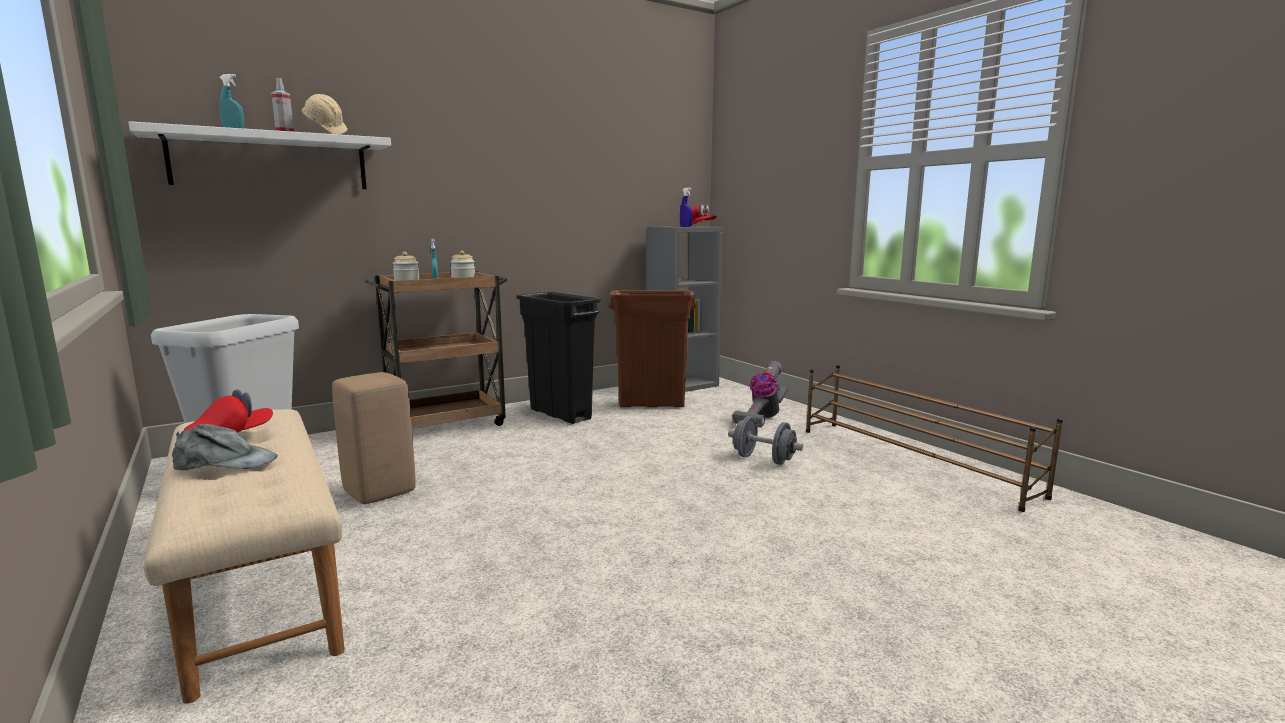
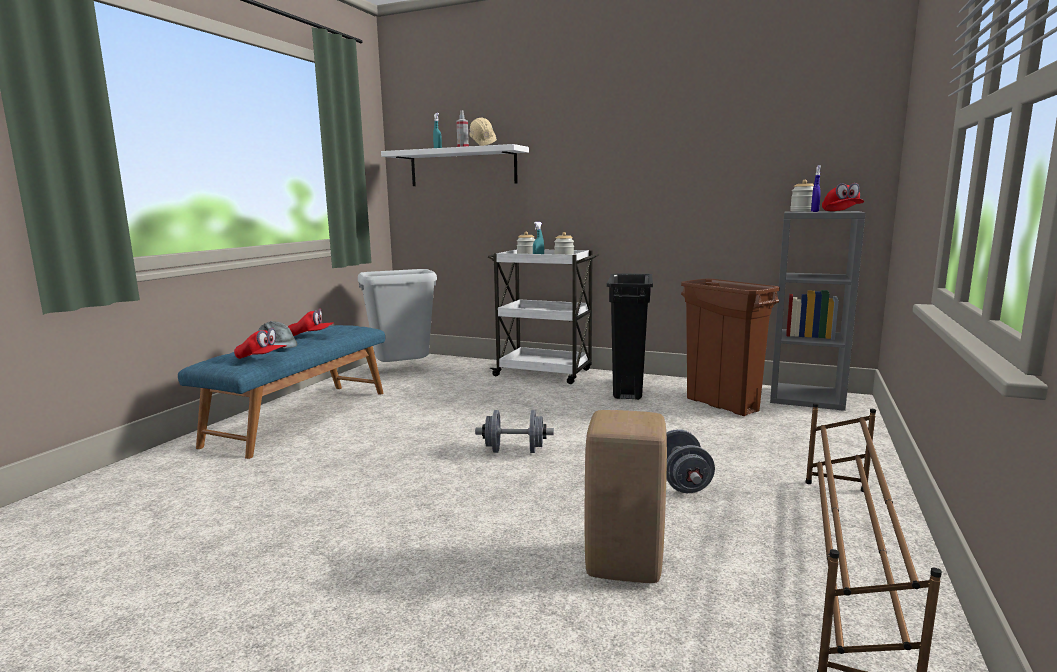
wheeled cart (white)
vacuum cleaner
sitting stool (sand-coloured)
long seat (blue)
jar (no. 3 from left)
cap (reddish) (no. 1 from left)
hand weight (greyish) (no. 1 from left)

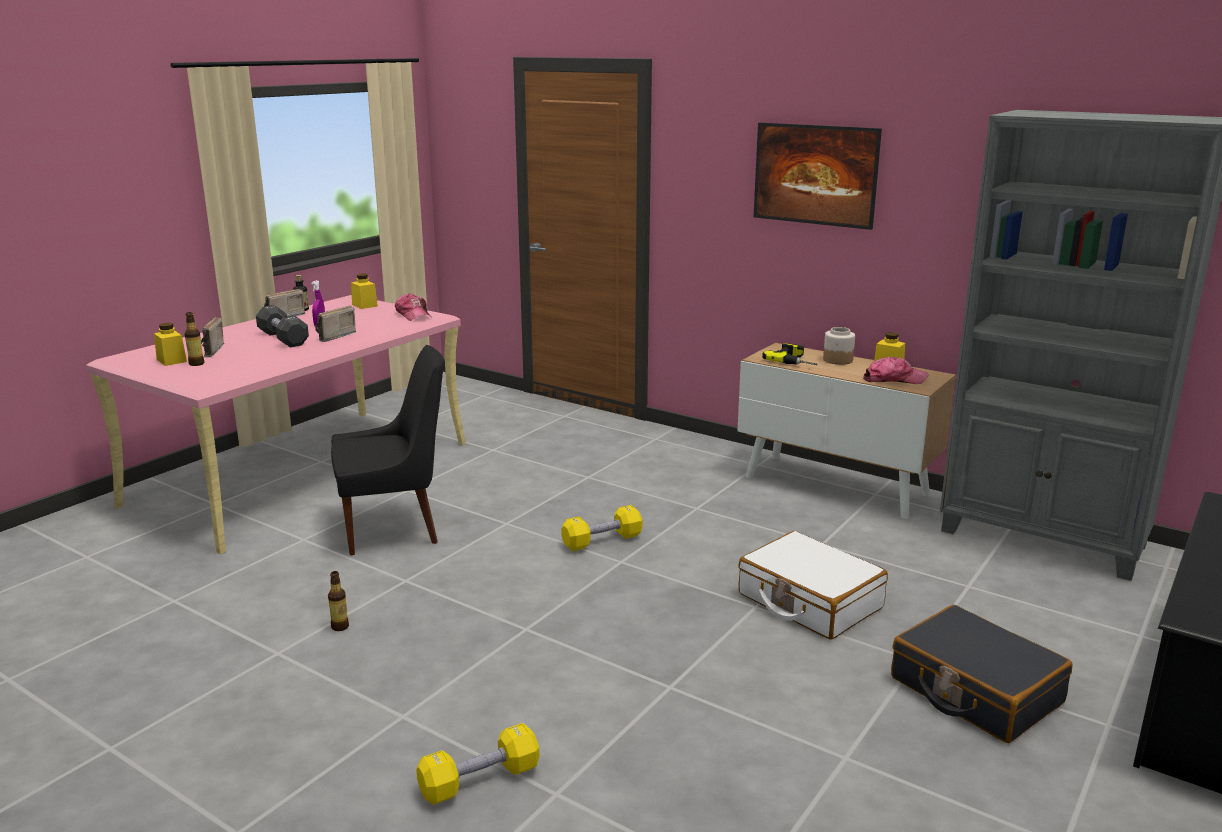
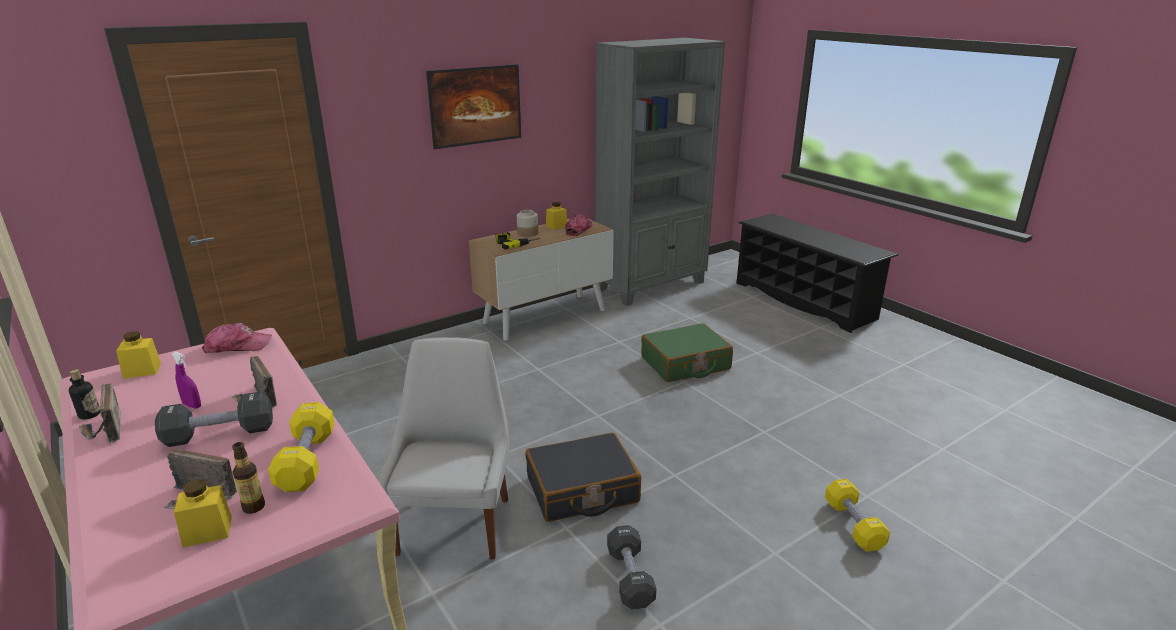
plain chair (white)
hand weight (yellow) (no. 1 from left)
piece of luggage (greenish)
hand weight (black-coloured) (no. 2 from left)
piece of luggage (black-coloured)

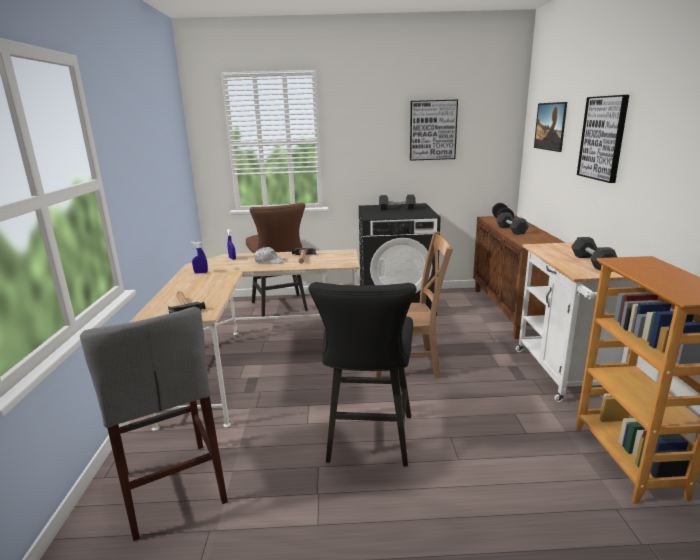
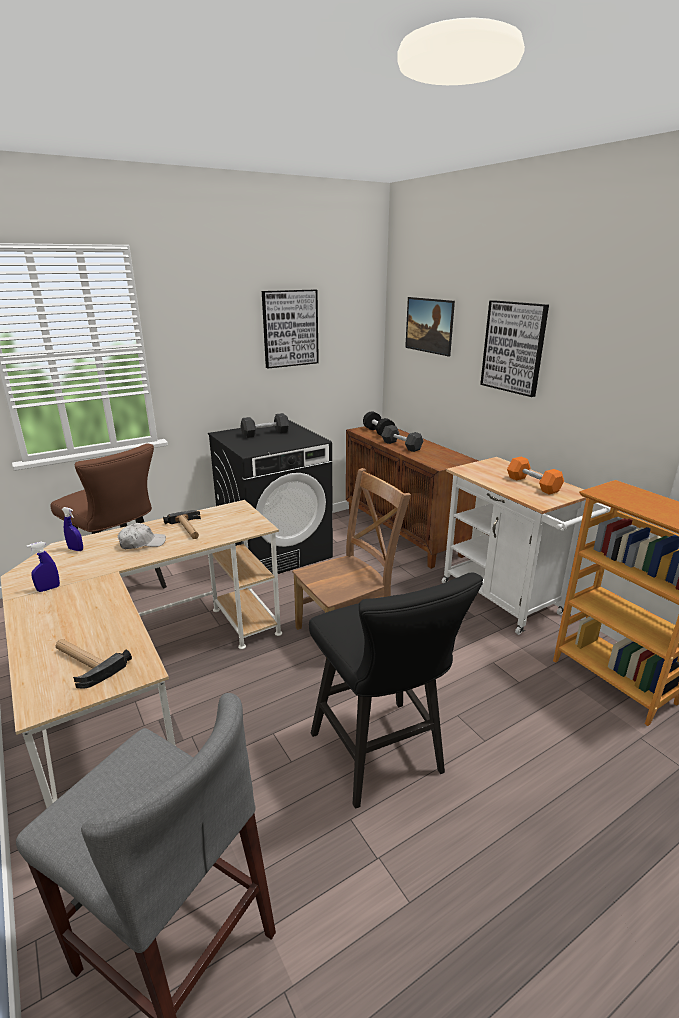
hand weight (orange)

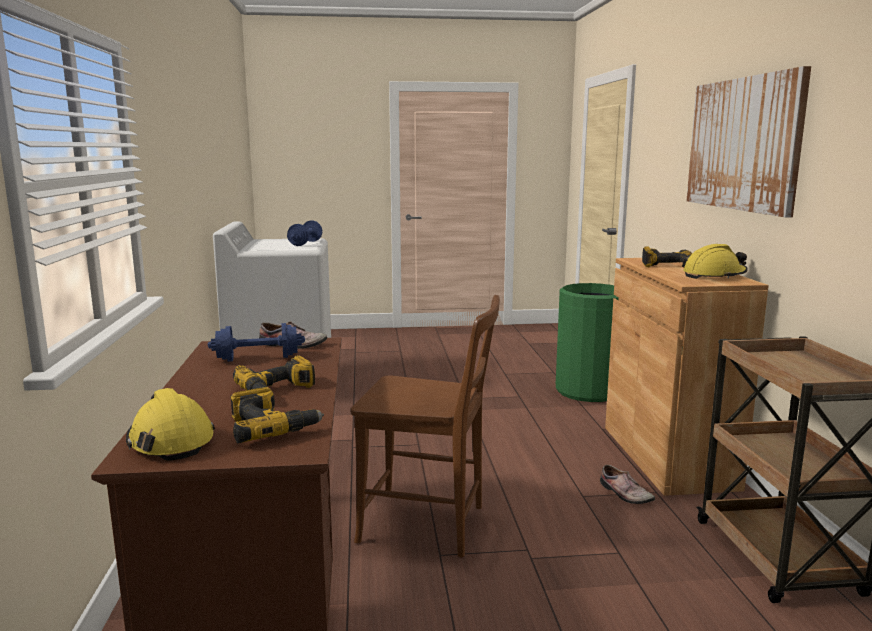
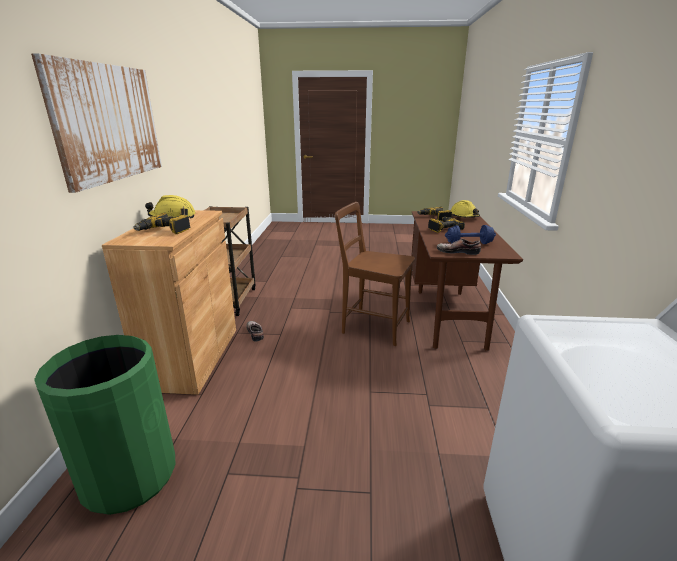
hand weight (blue) (no. 2 from left in the first image)

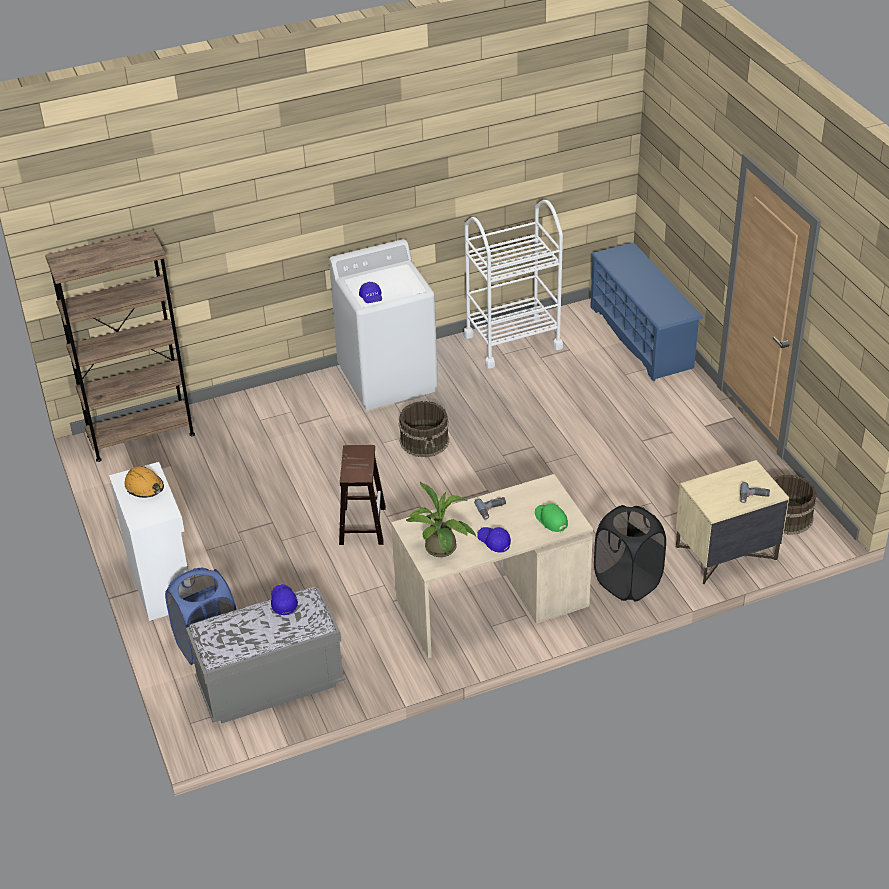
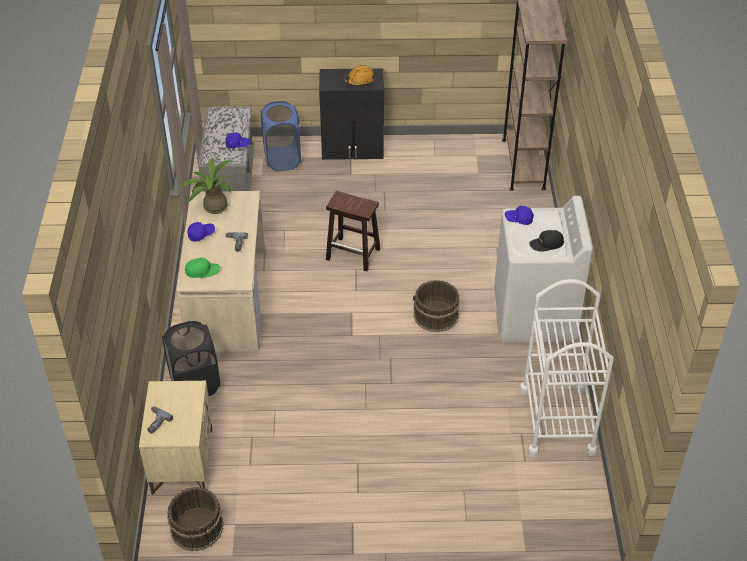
shoe rack (blue)
cupboard (black-coloured)
cap (black-coloured)

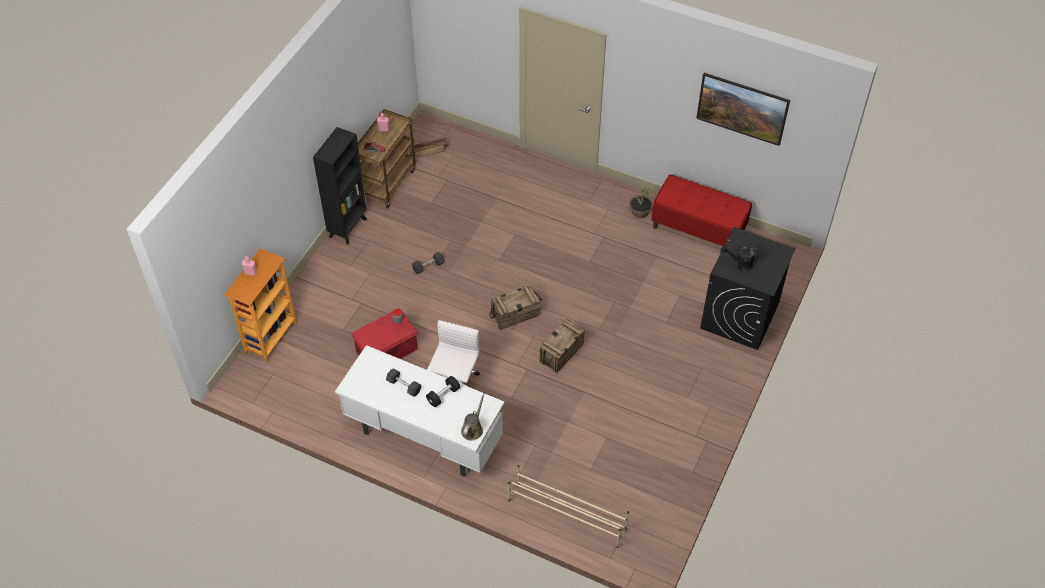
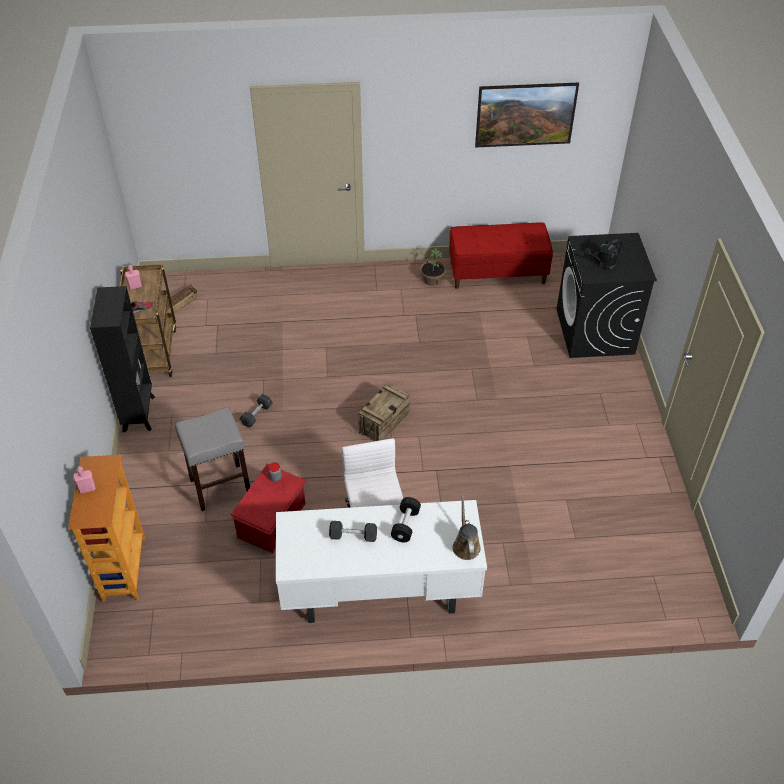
crate (no. 3 from left in the first image)
shoe rack (sand-coloured)
sitting stool (greyish)

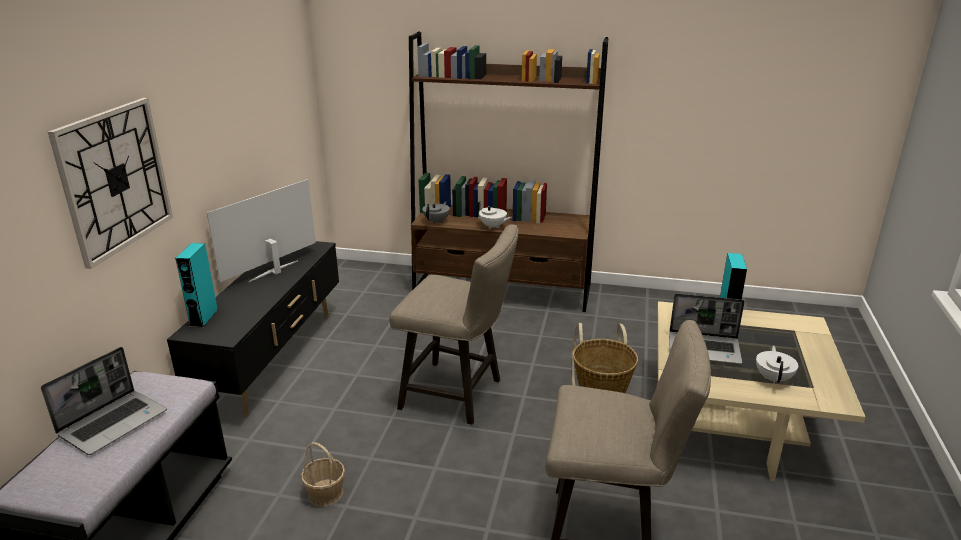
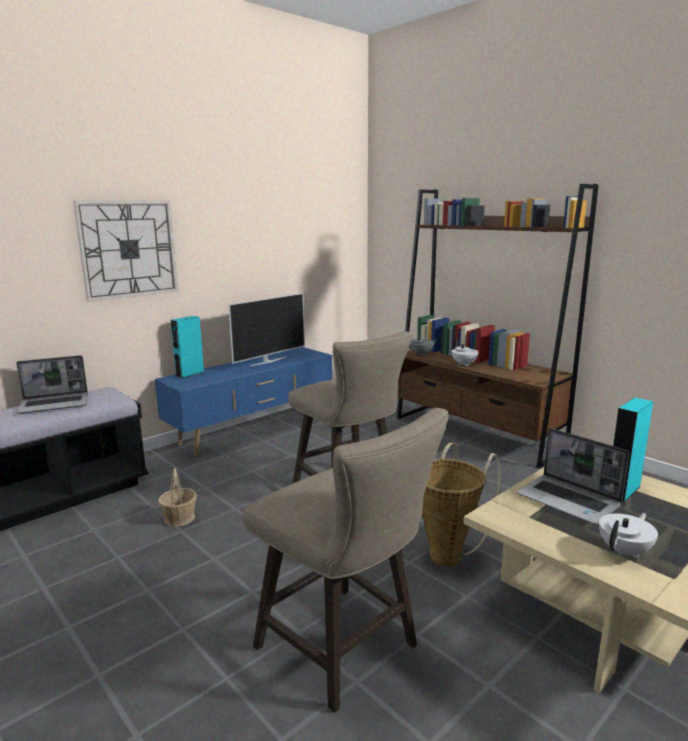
TV set
tv unit (blue)

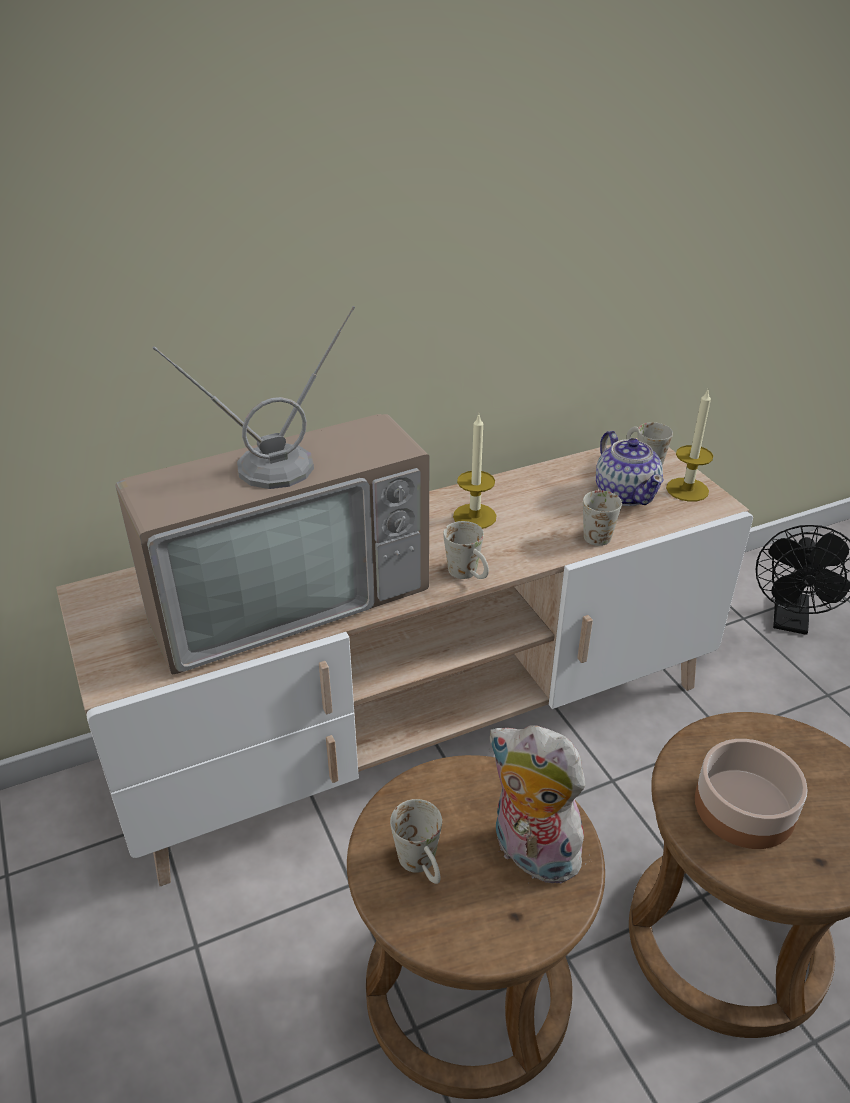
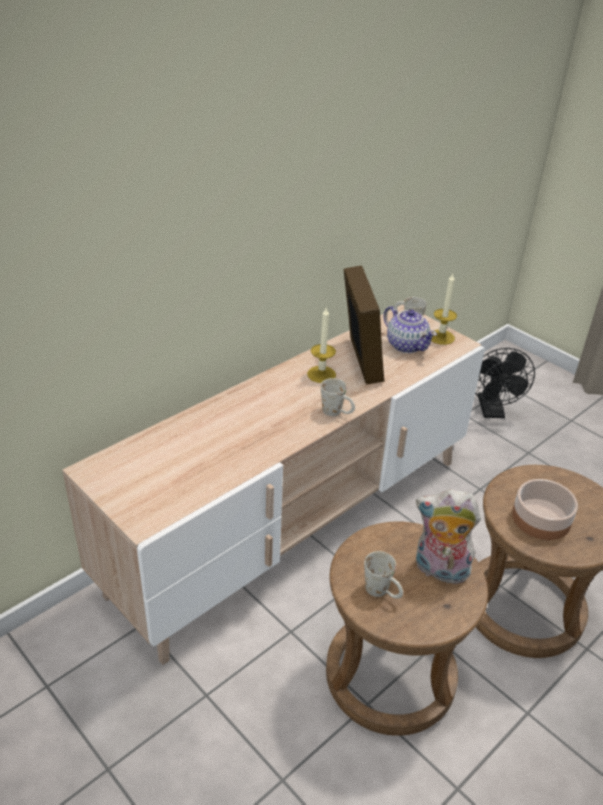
TV set
tea mug (white) (no. 3 from left in the first image)
standing frame

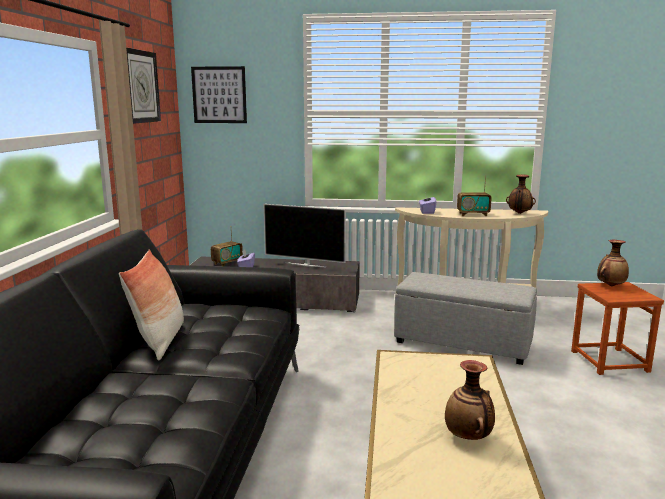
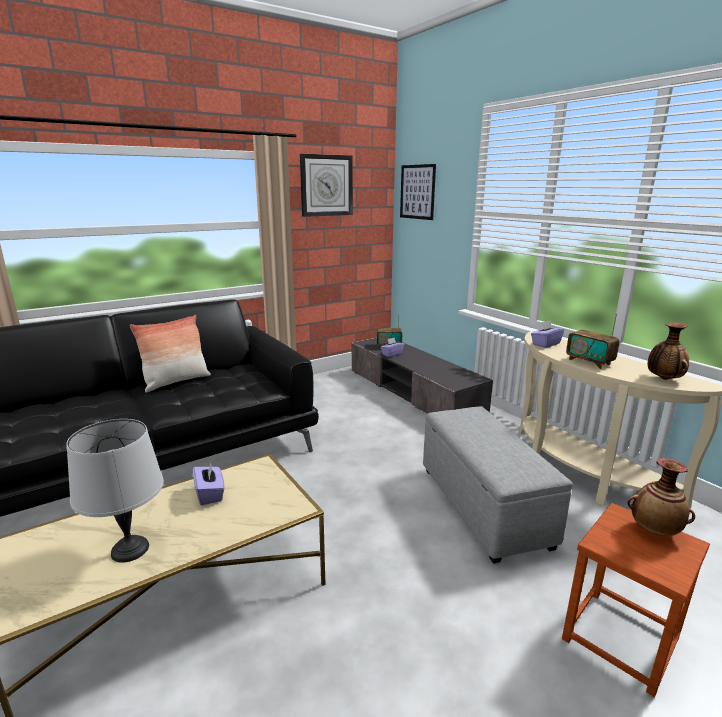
TV set
table lamp (greyish)
tissue box (purplish) (no. 1 from left)

